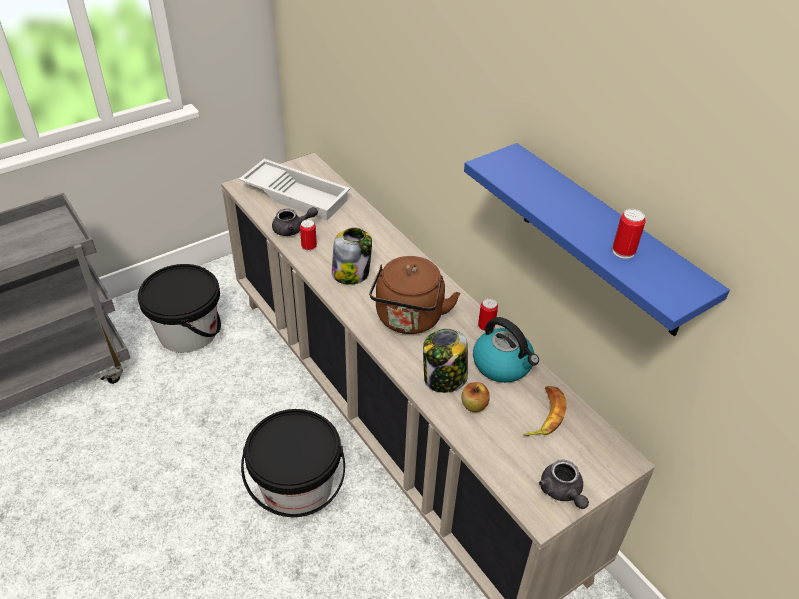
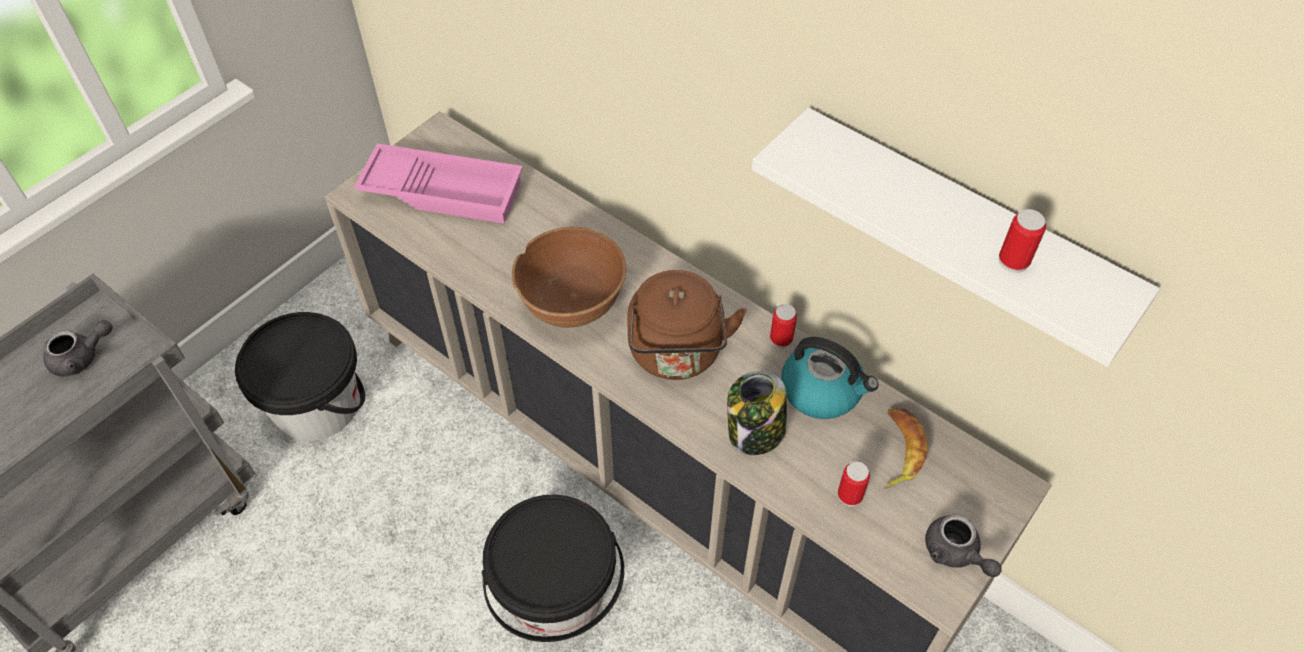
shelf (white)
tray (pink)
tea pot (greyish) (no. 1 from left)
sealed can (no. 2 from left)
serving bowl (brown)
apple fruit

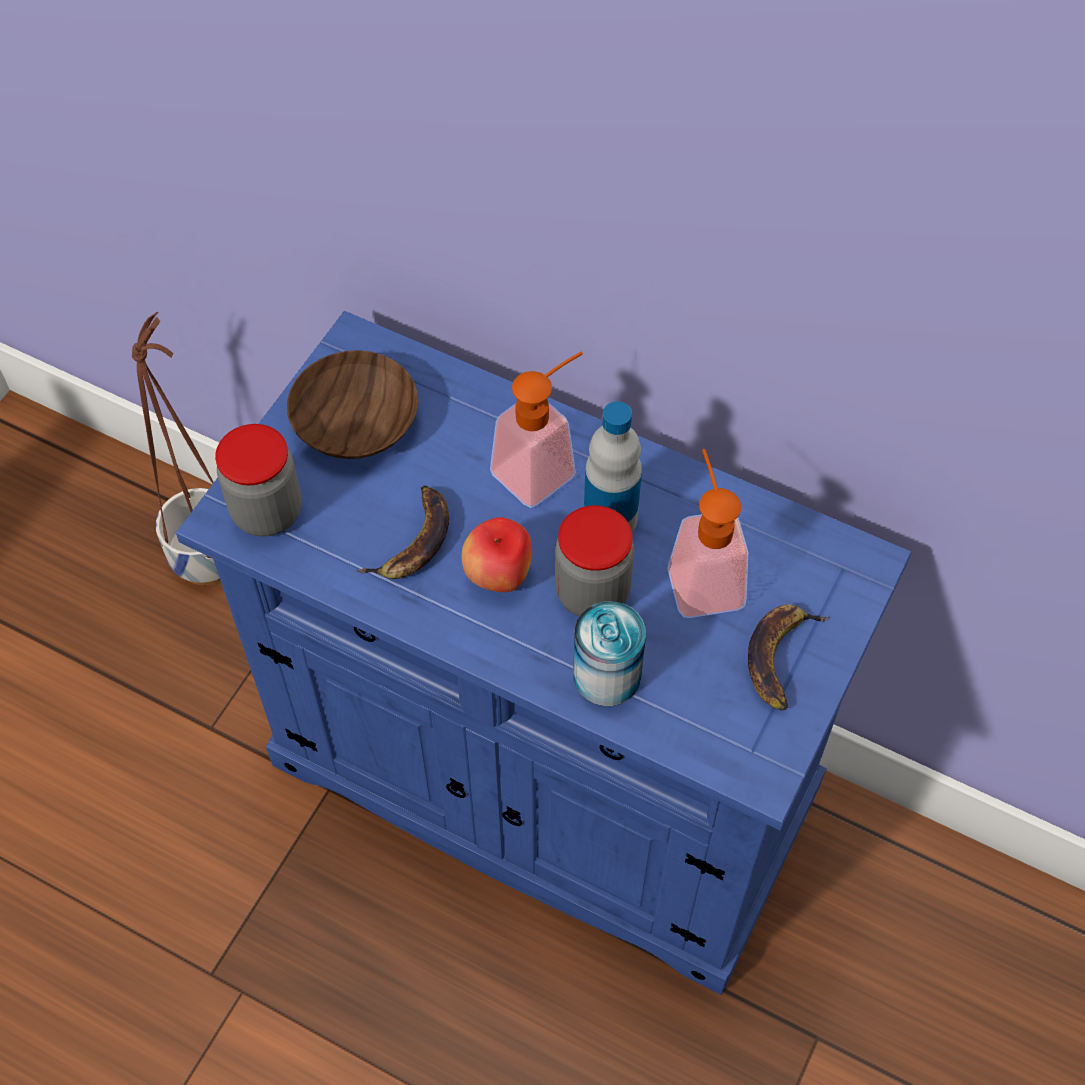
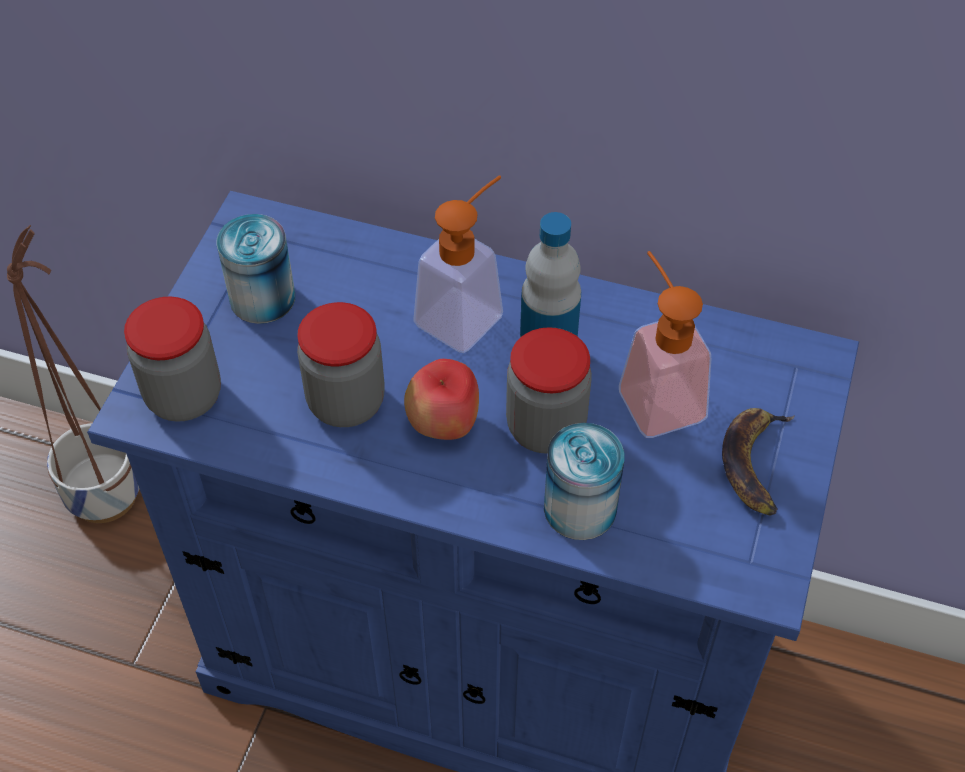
sealed can (no. 1 from left)
jar (no. 2 from left)

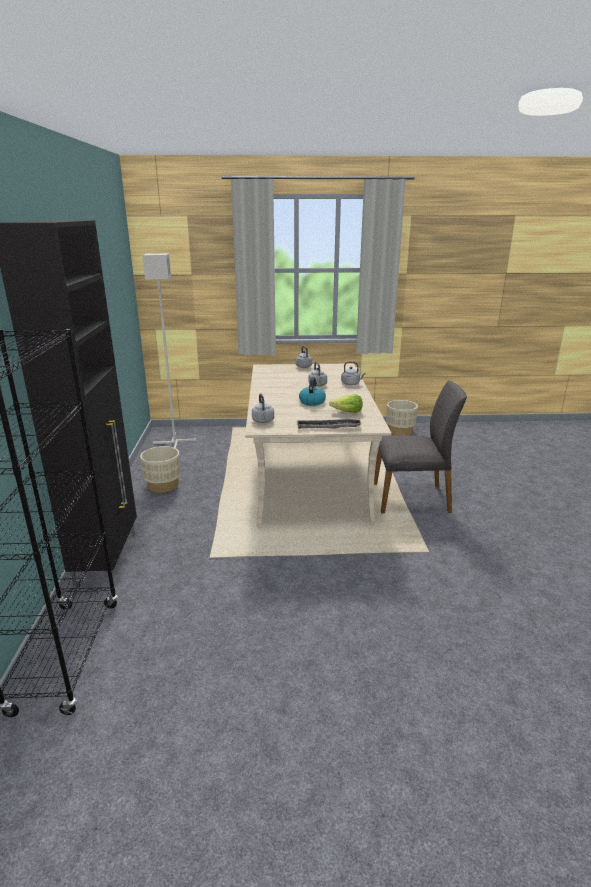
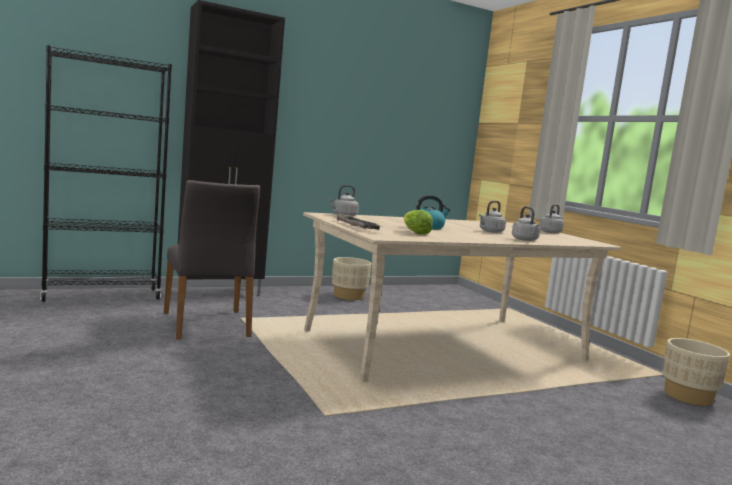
standing lamp (greyish)
plain chair (greyish)

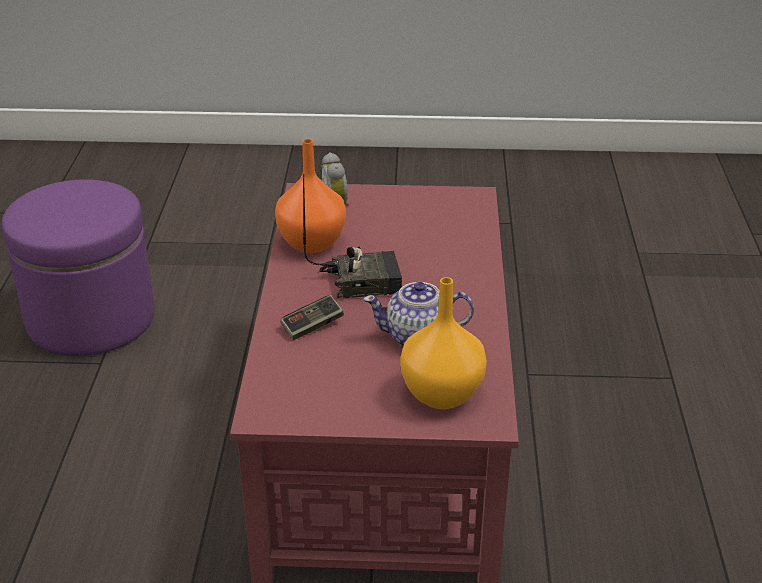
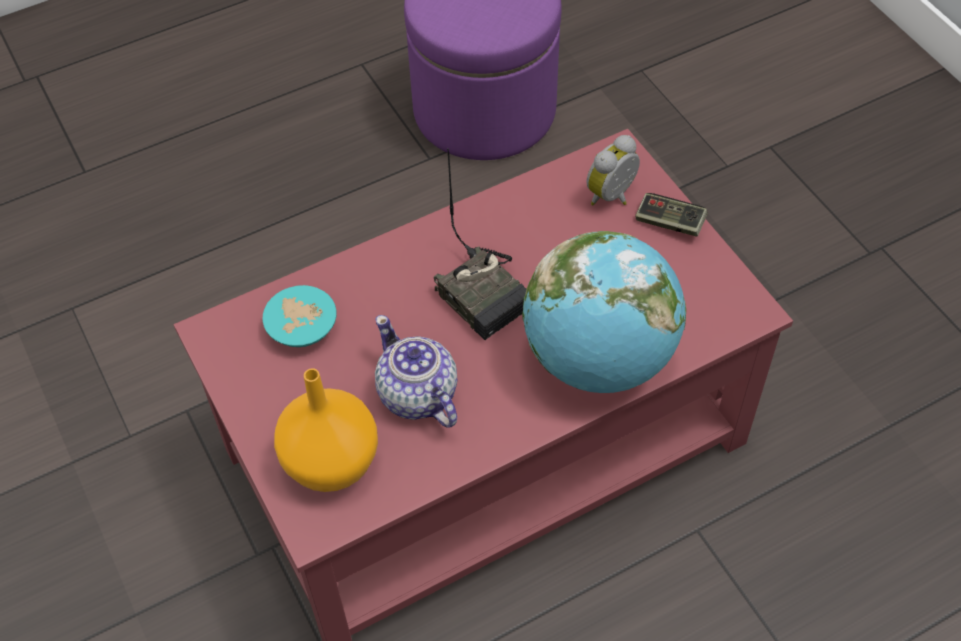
flower vase (orange) (no. 1 from left in the first image)
game controller
world globe
serving bowl (blue-green)

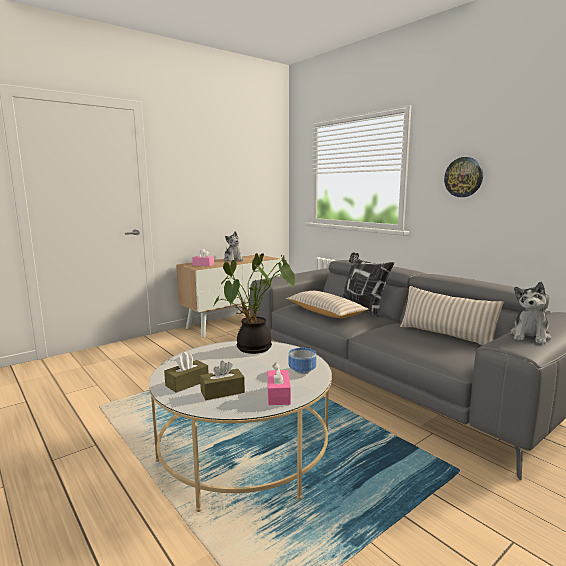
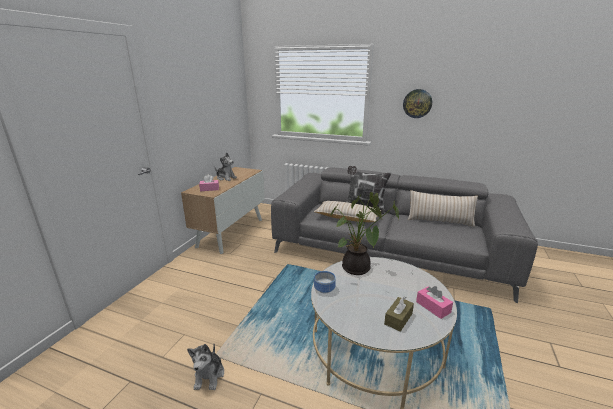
cuddly toy (no. 1 from left)
serving bowl
tissue box (brown) (no. 1 from left in the first image)

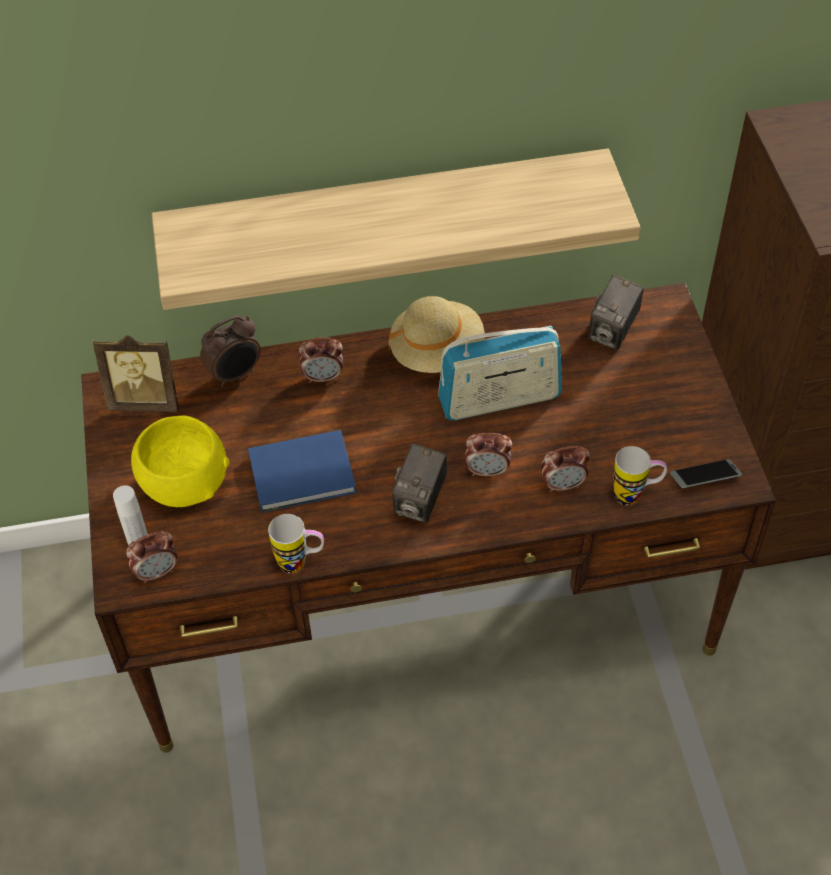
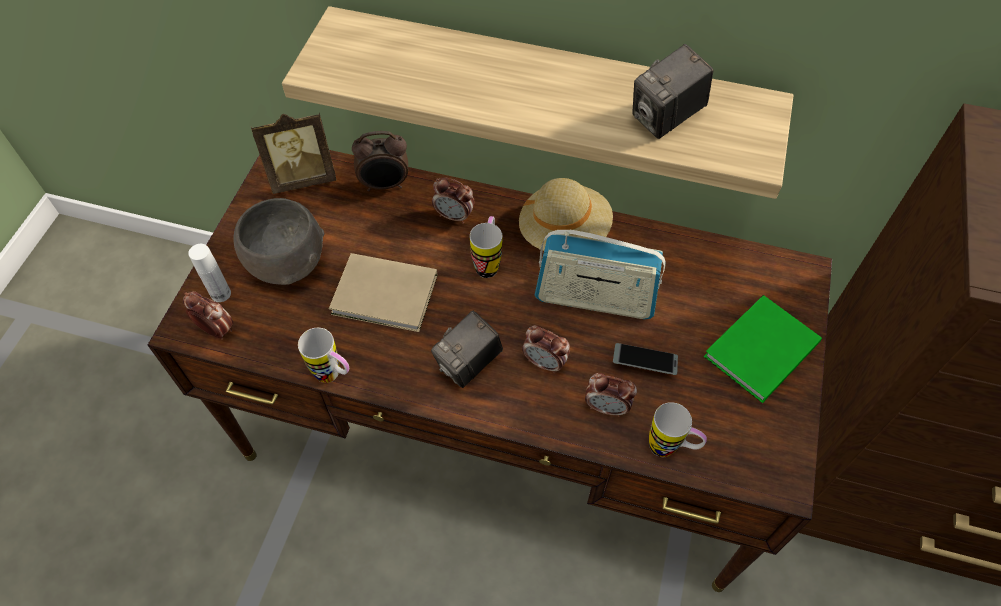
still camera (no. 2 from left)
standing frame
serving bowl (greyish)
volume (sand-coloured)
handset
table clock (no. 1 from left)
tea mug (no. 2 from left)
volume (greenish)

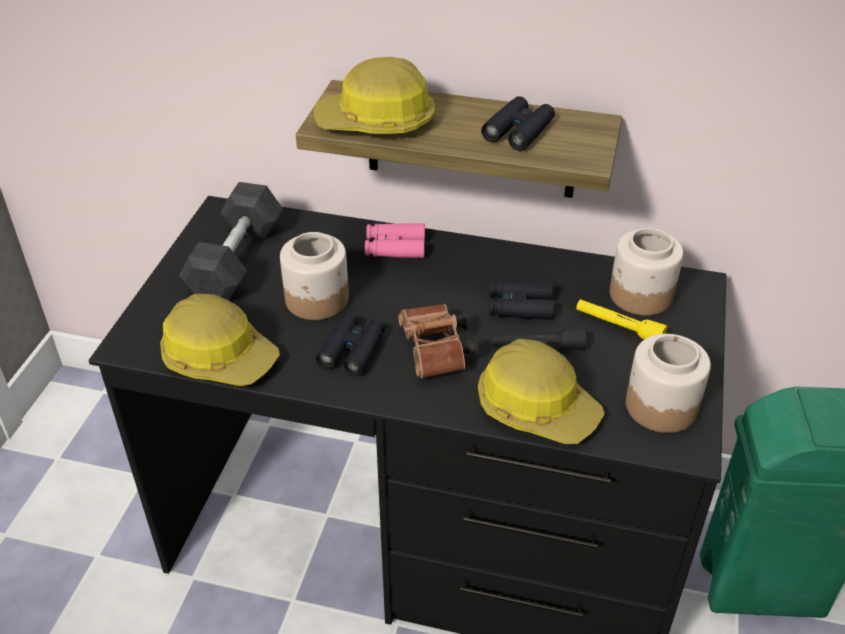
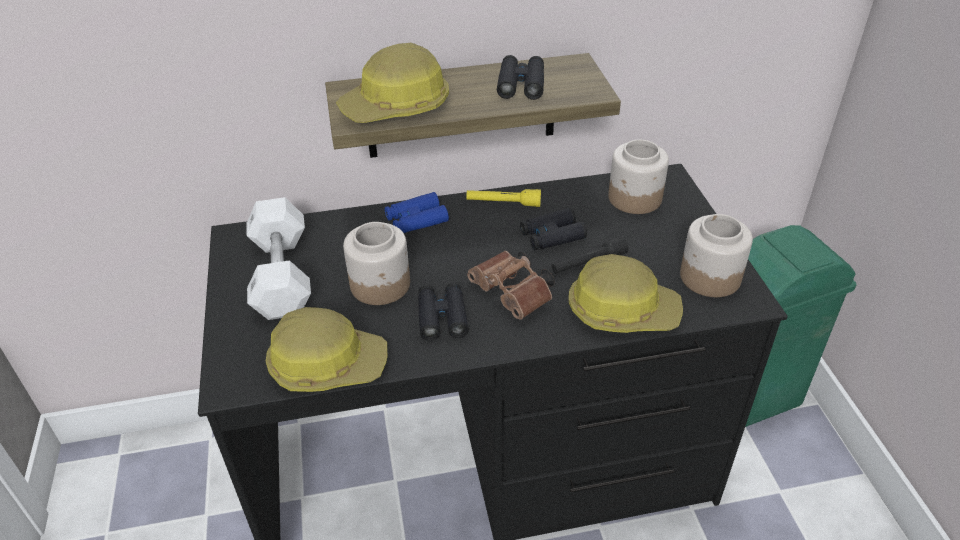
hand weight (white)
field glasses (blue)
flashlight (yellow)

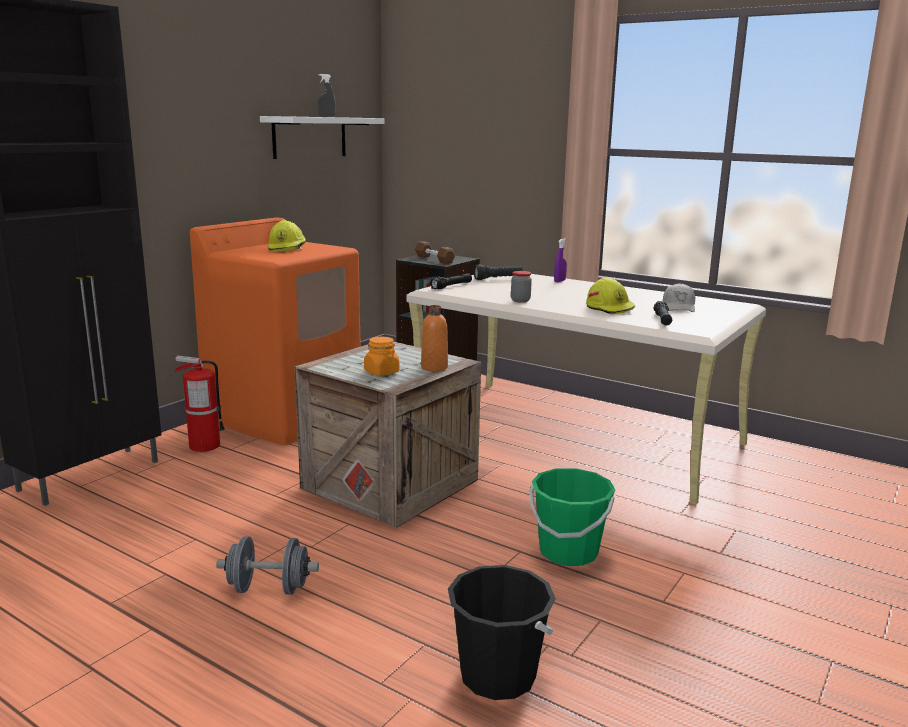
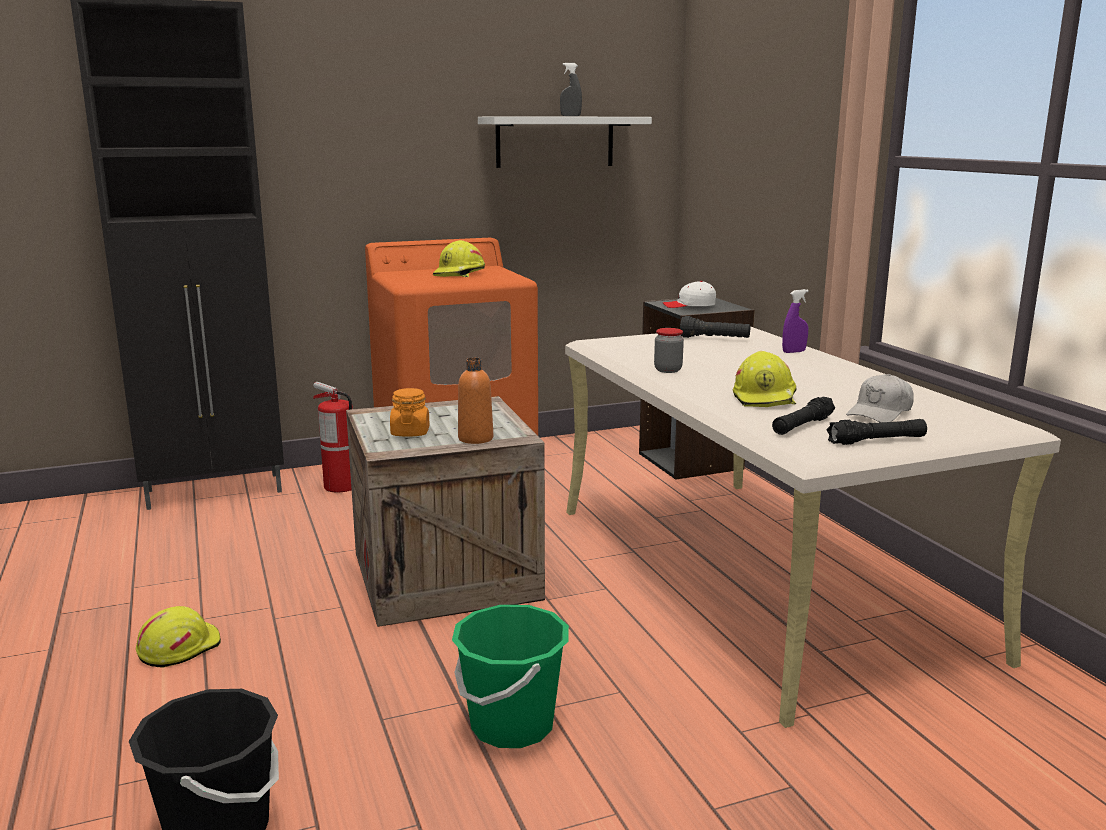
cap (white) (no. 1 from left)
flashlight (black-coloured) (no. 3 from left)
safety helmet (yellow) (no. 1 from left)

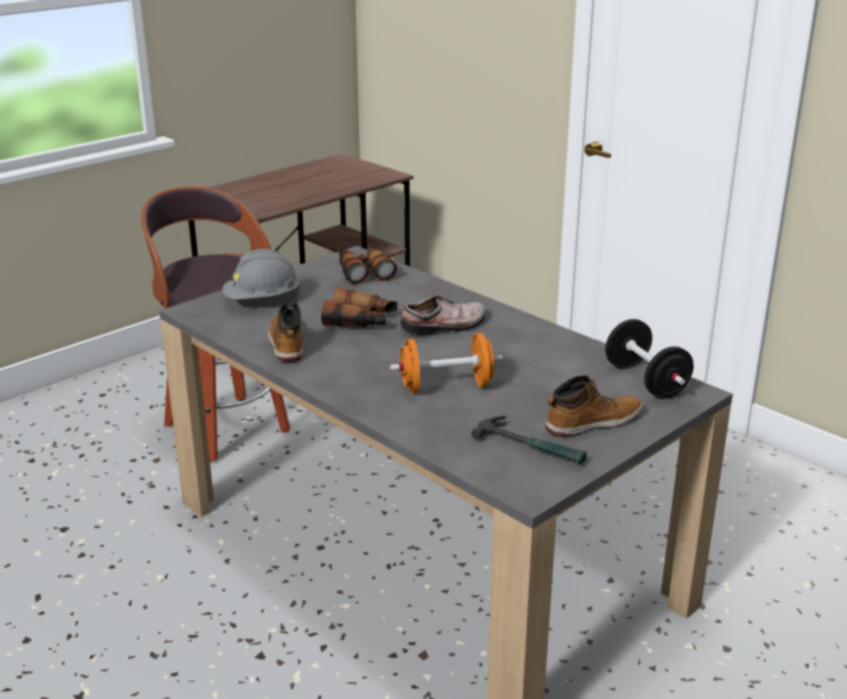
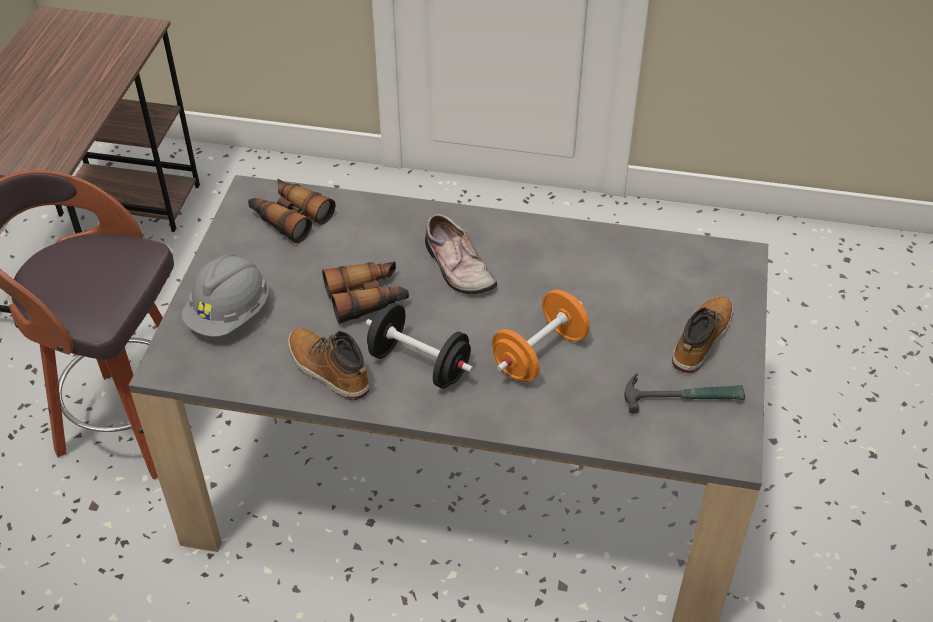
low shoe
hand weight (black-coloured)

